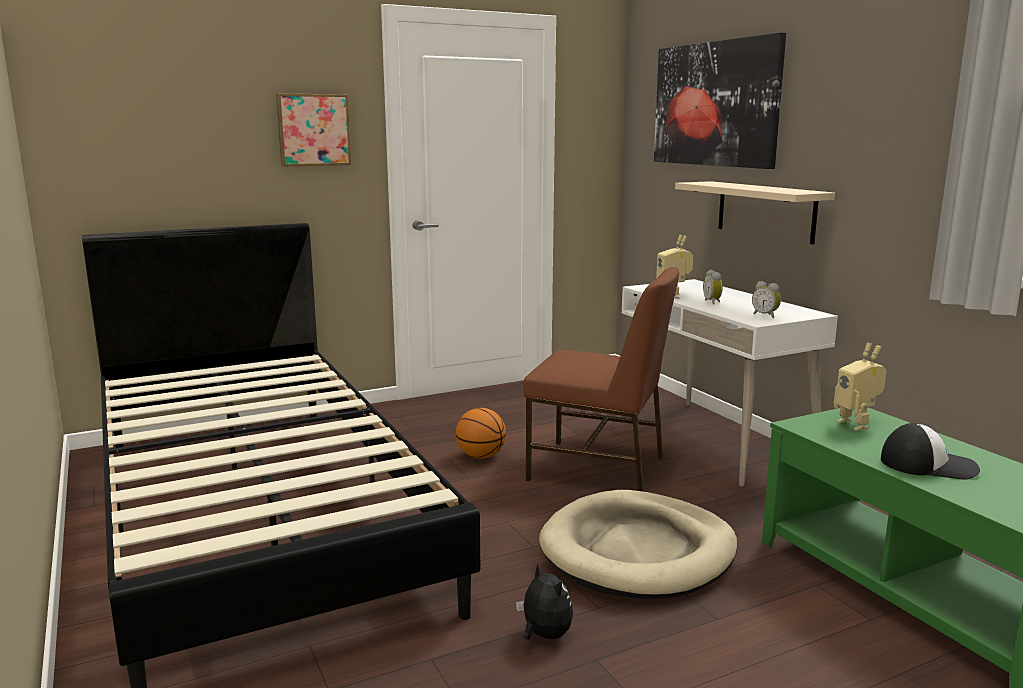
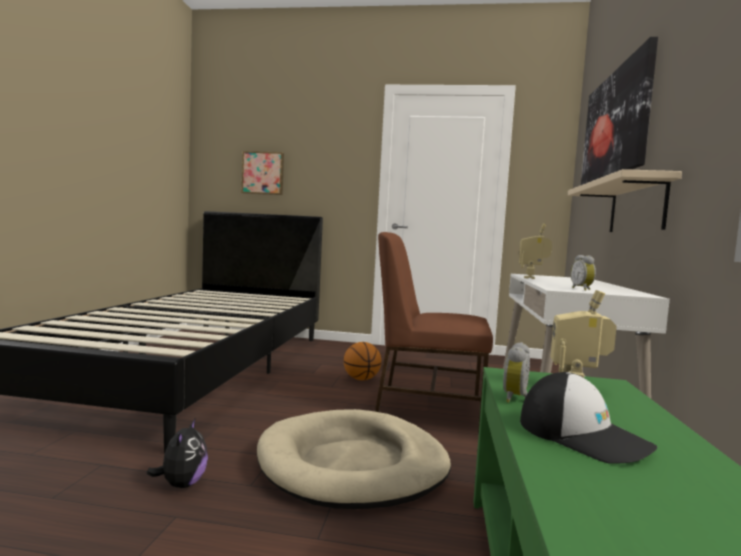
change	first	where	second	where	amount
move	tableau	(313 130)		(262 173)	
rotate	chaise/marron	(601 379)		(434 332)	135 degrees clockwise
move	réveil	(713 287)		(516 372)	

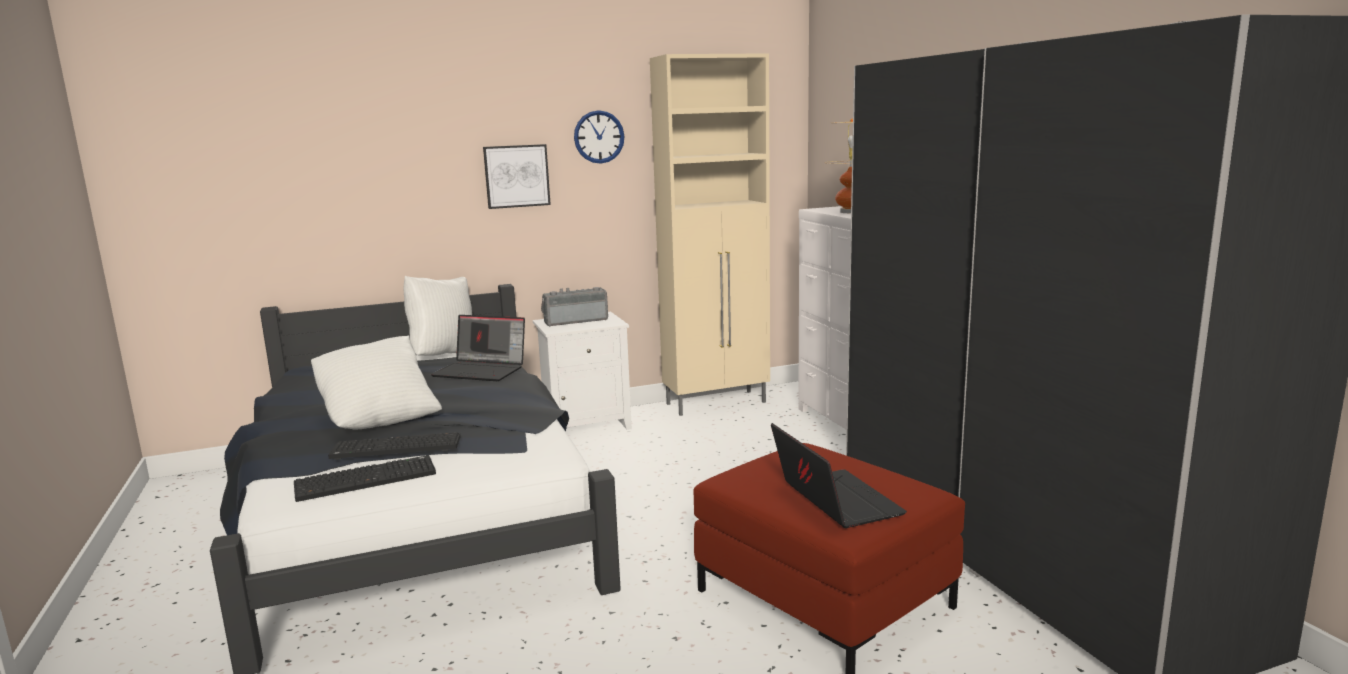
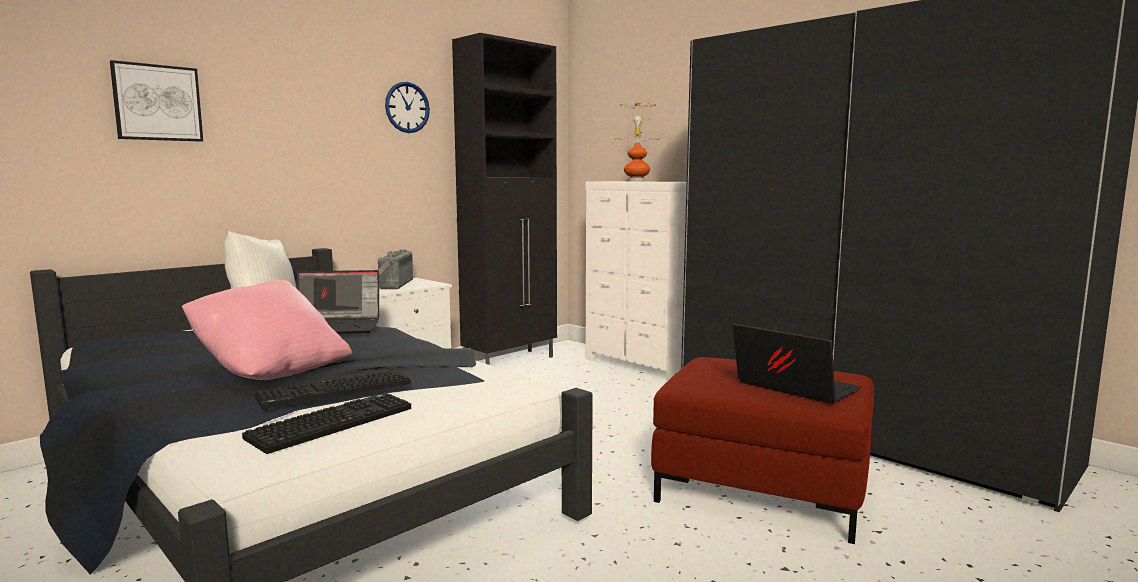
change	first	where	second	where	amount
move	tableau	(517 176)		(156 101)	
recolor	coussin/blanc	(376 382)	coussin/rose	(267 330)	
rotate	radio	(574 306)		(395 269)	45 degrees counterclockwise
recolor	meuble de rangement/beige	(710 234)	meuble de rangement/noir	(504 199)	

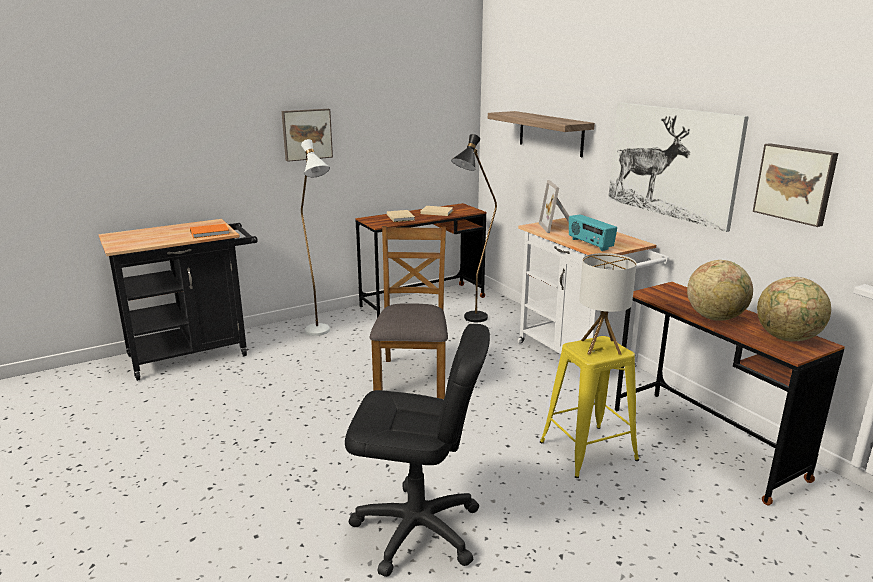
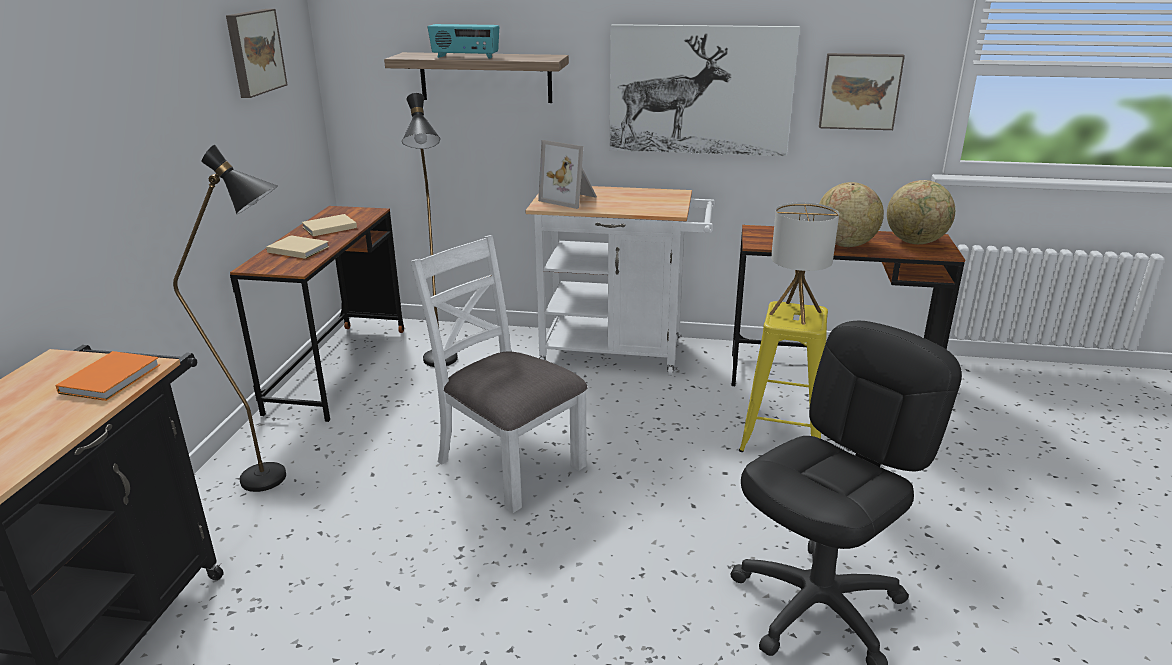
change	first	where	second	where	amount
recolor	lampadaire/blanc	(315 237)	lampadaire/noir	(229 318)	
move	tableau	(307 135)		(257 53)	
recolor	chaise/marron	(408 312)	chaise/blanc	(499 374)	
move	radio	(593 232)		(463 41)	

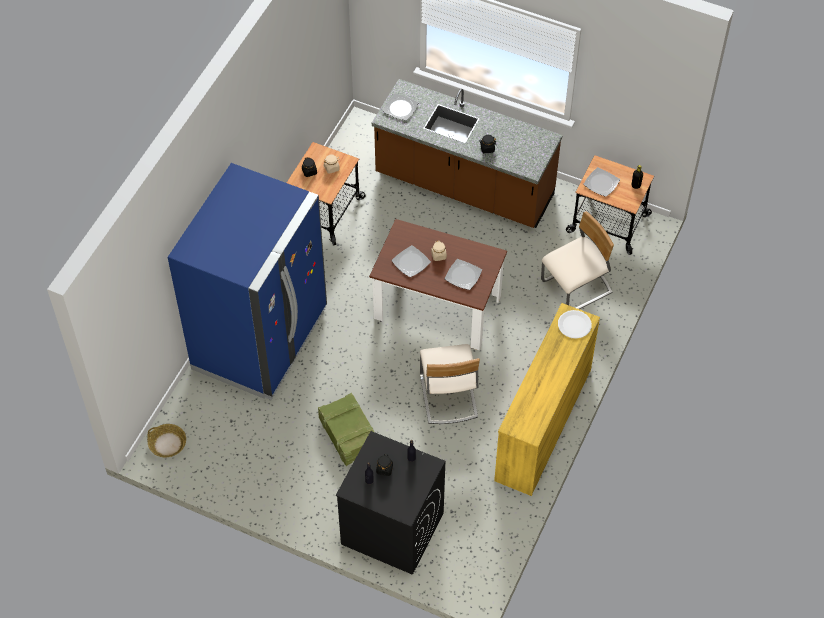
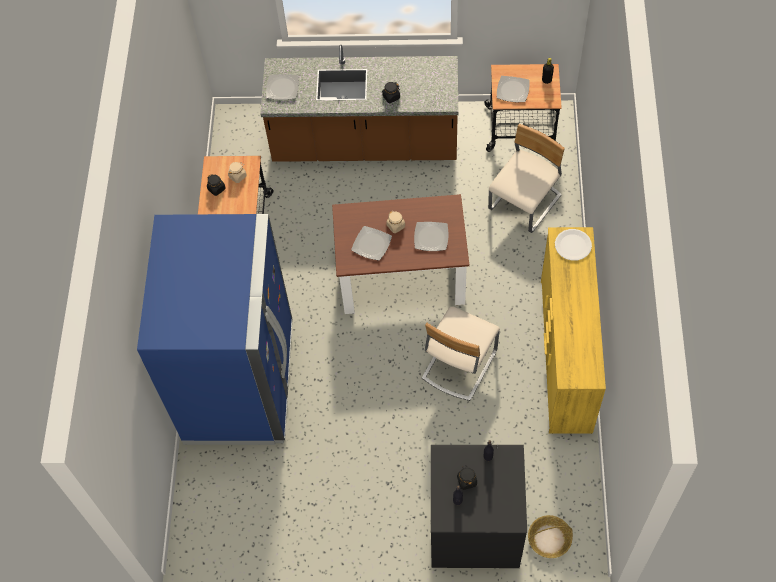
change	first	where	second	where	amount
rotate	chaise/beige	(450 384)		(461 353)	60 degrees clockwise
move	panier	(166 440)		(550 536)	
delete	caisse	(346 429)			

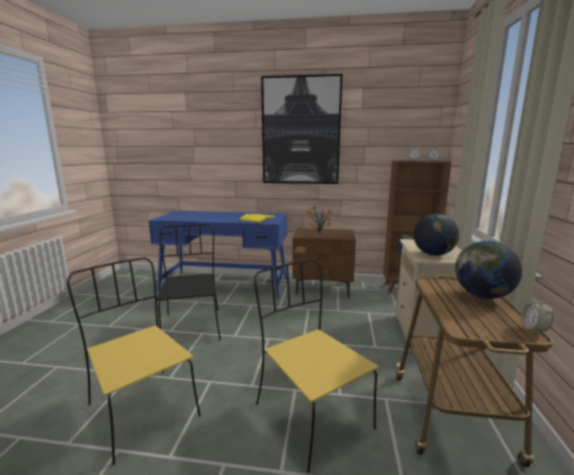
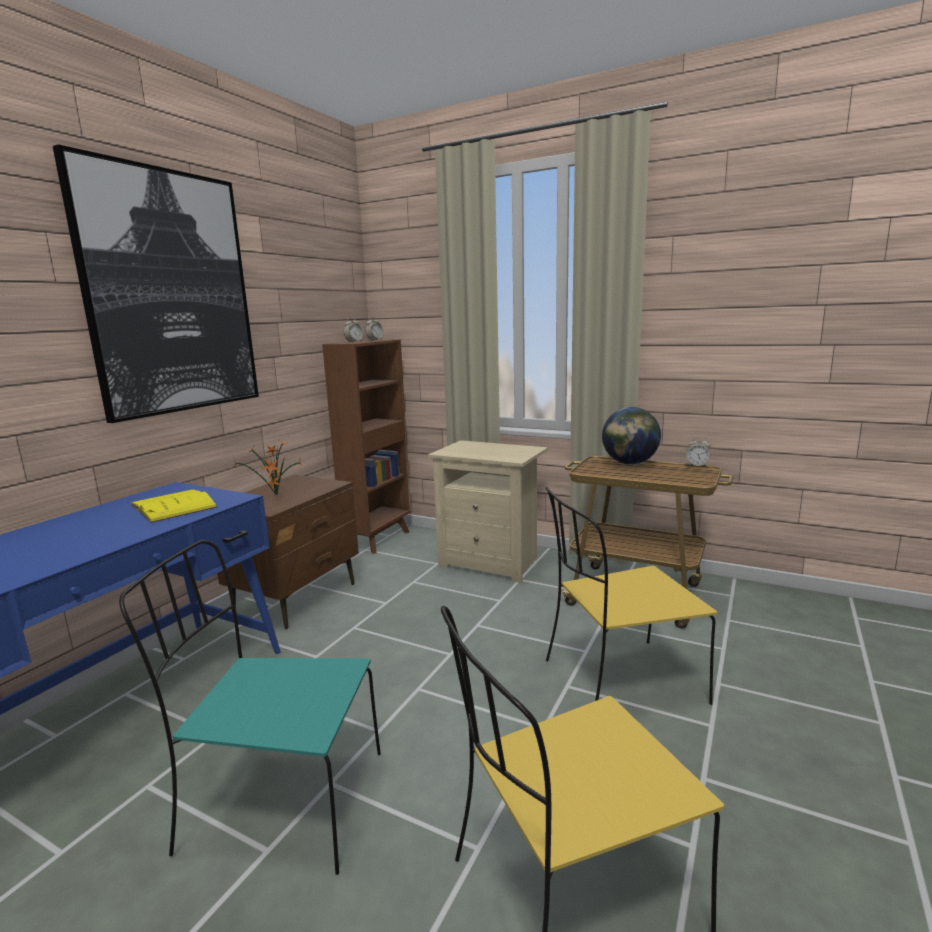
change	first	where	second	where	amount
recolor	chaise/noir	(189 282)	chaise/turquoise	(250 707)	
delete	globe	(436 235)			

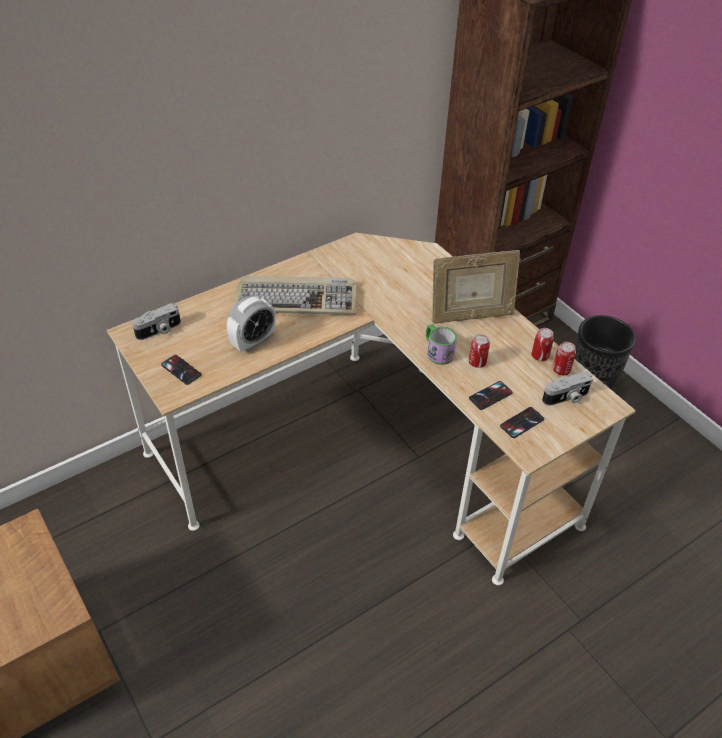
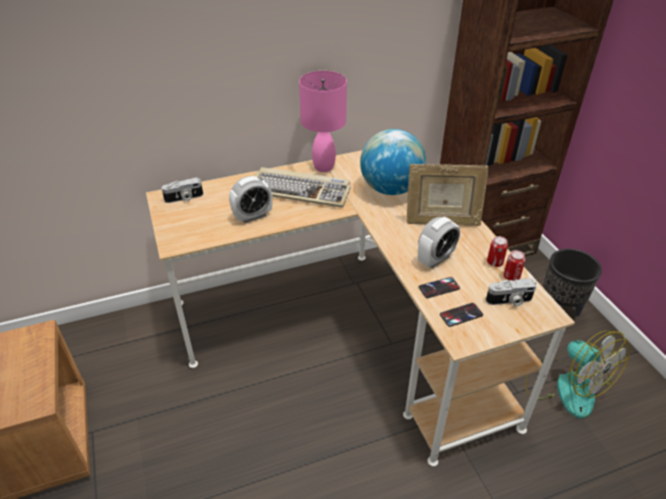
change	first	where	second	where	amount
insert			lampe de table/rose	(323 121)	
insert			globe	(393 162)	
replace	boîte métallique	(479 351)	réveil	(439 242)	
insert			ventilateur	(577 375)	
delete	téléphone	(181 370)			
delete	mug	(441 344)			

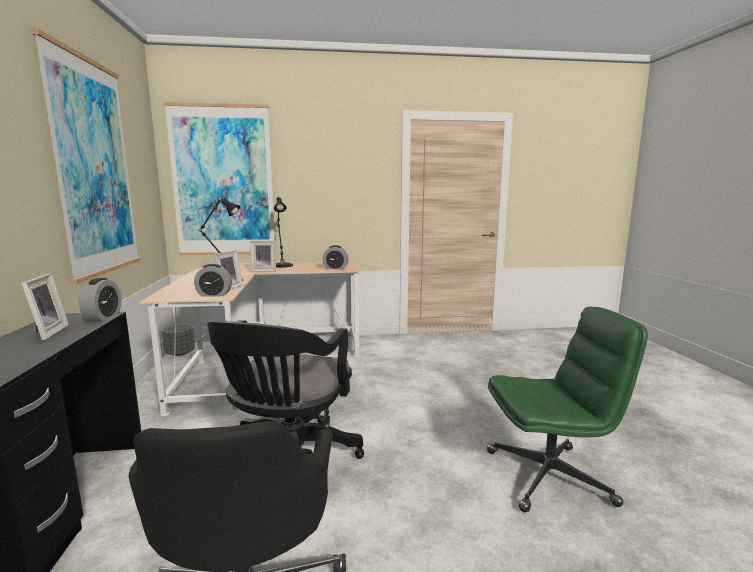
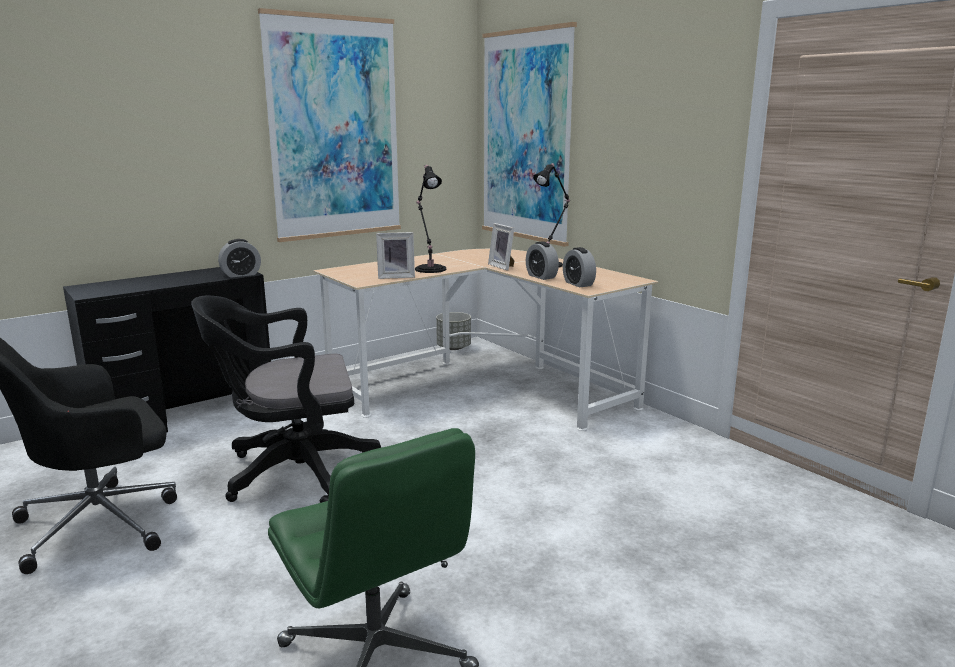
change	first	where	second	where	amount
move	réveil	(213 280)		(542 260)	
delete	cadre photo	(45 306)			

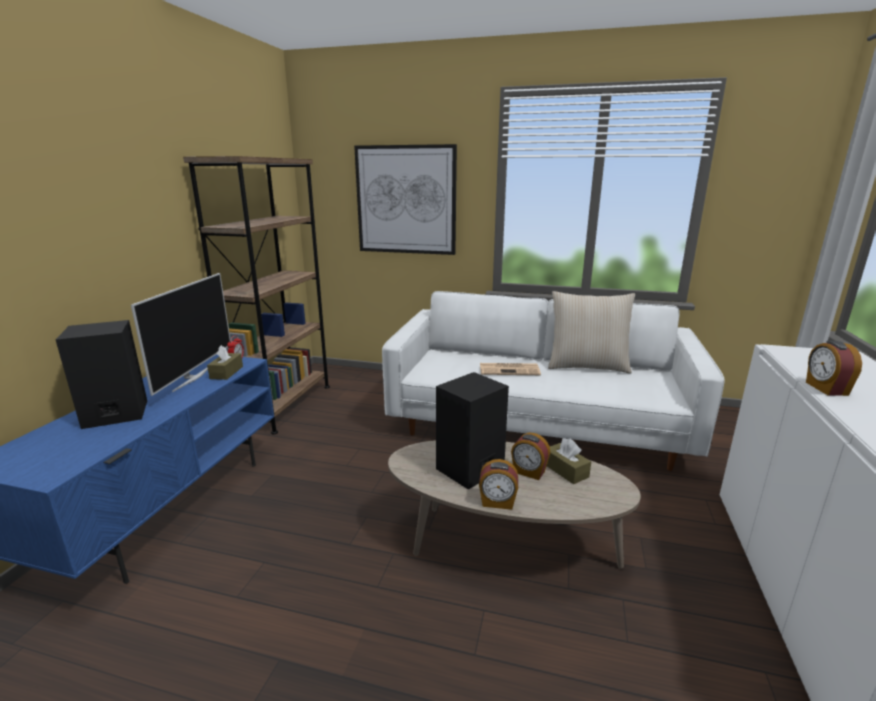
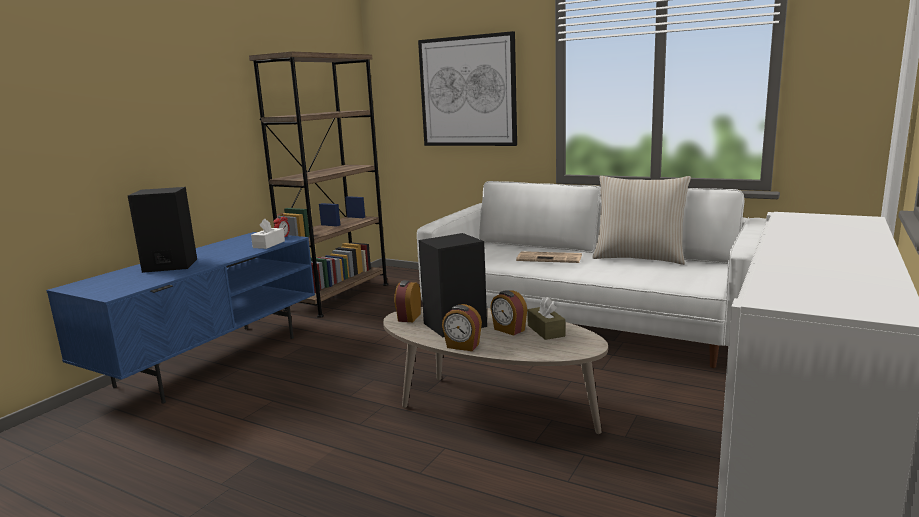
change	first	where	second	where	amount
recolor	boîte à mouchoirs/marron	(225 362)	boîte à mouchoirs/blanc	(268 234)	
move	réveil	(834 368)		(407 301)	
delete	téléviseur	(181 334)			

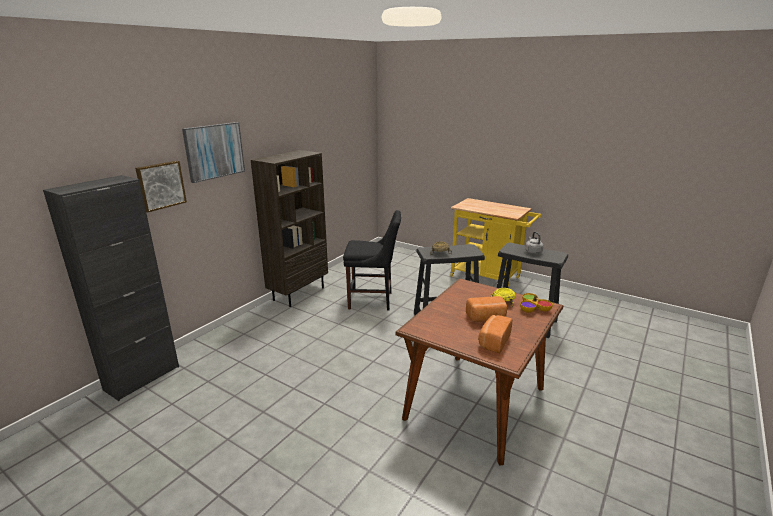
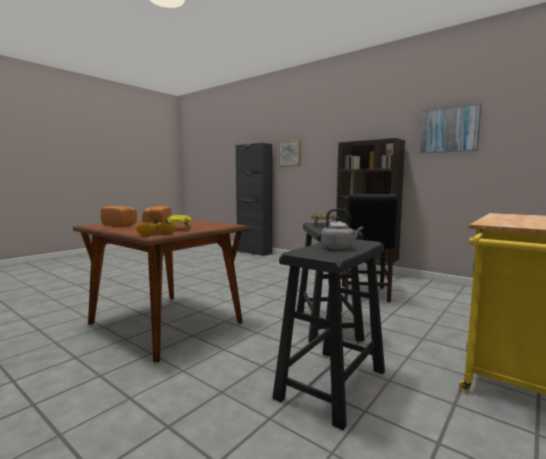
change	first	where	second	where	amount
move	tableau	(213 152)		(450 128)	

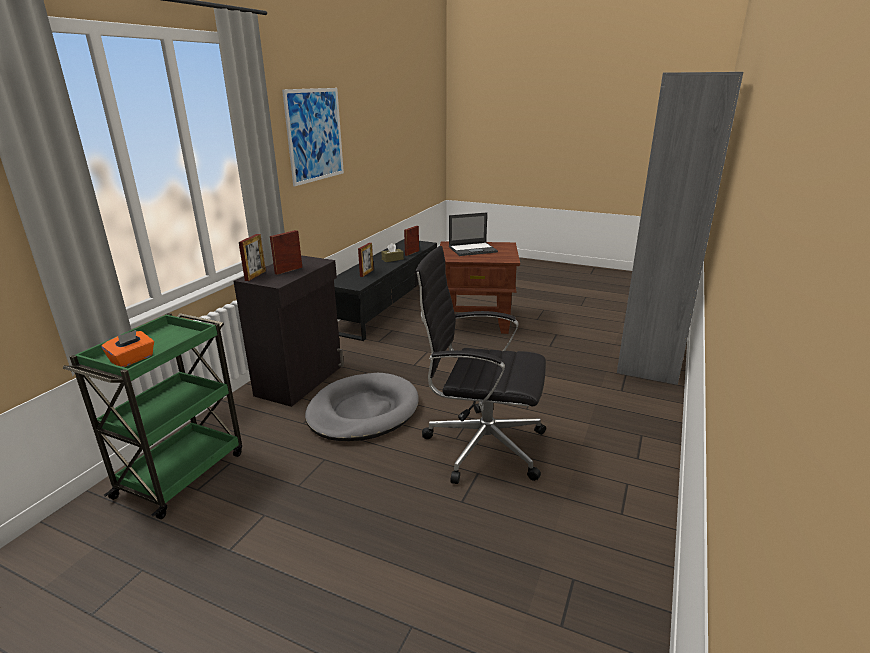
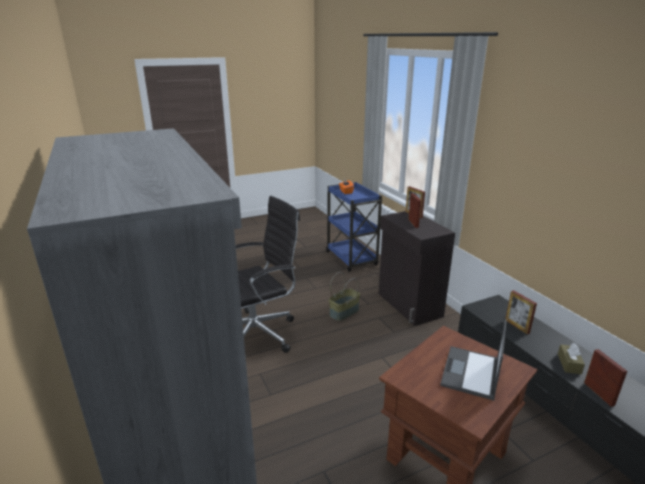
change	first	where	second	where	amount
recolor	chariot/vert	(152 416)	chariot/bleu	(354 227)	
replace	panier pour chien/gris	(362 407)	panier	(344 296)	
delete	tableau	(313 137)			

